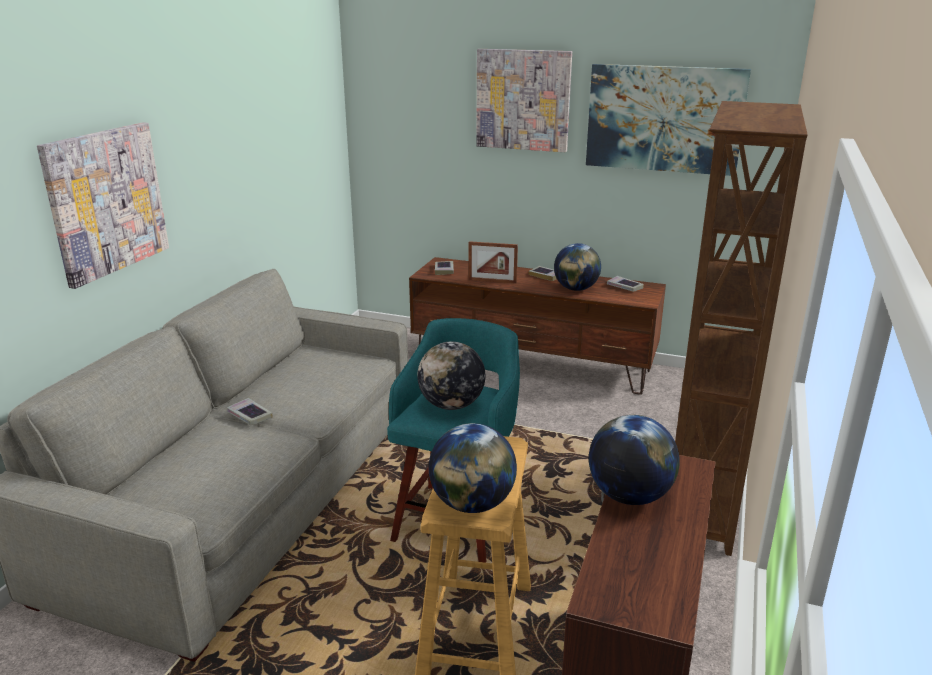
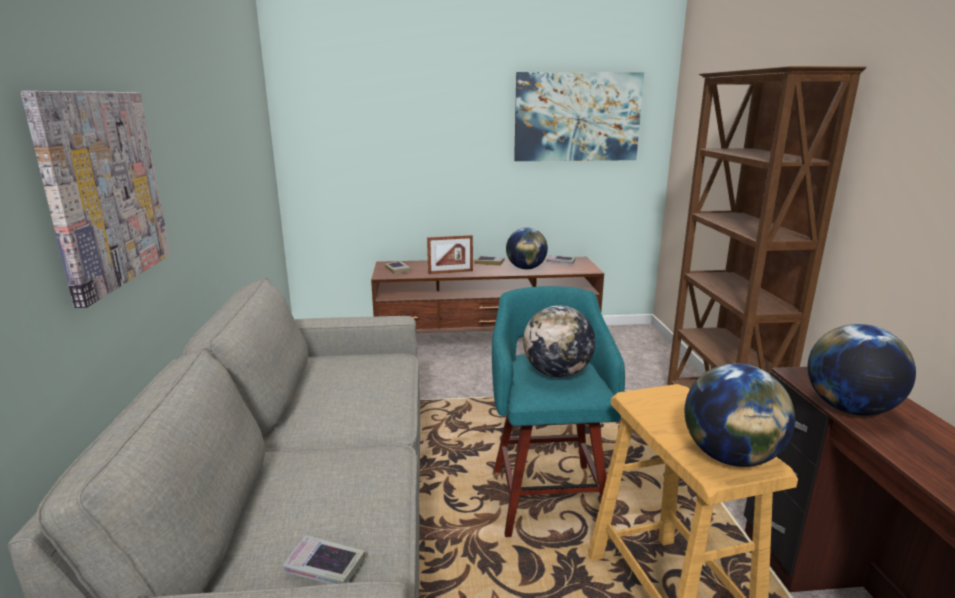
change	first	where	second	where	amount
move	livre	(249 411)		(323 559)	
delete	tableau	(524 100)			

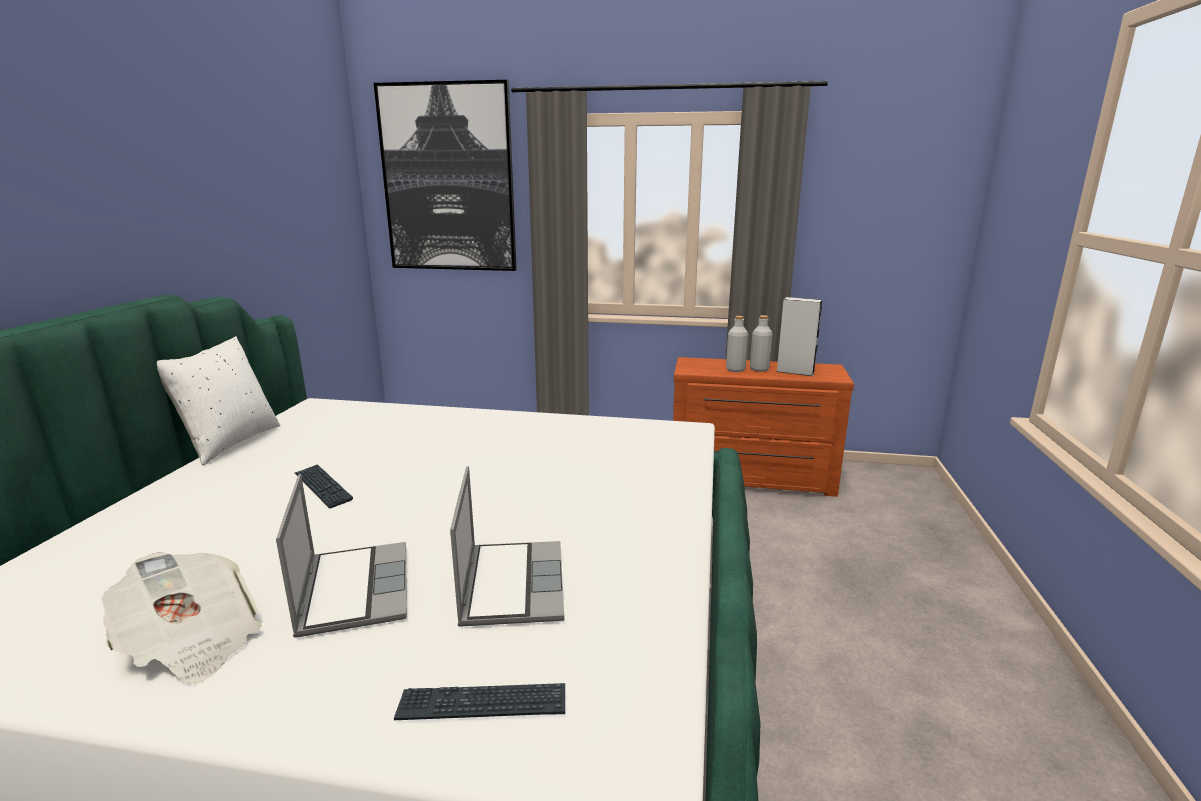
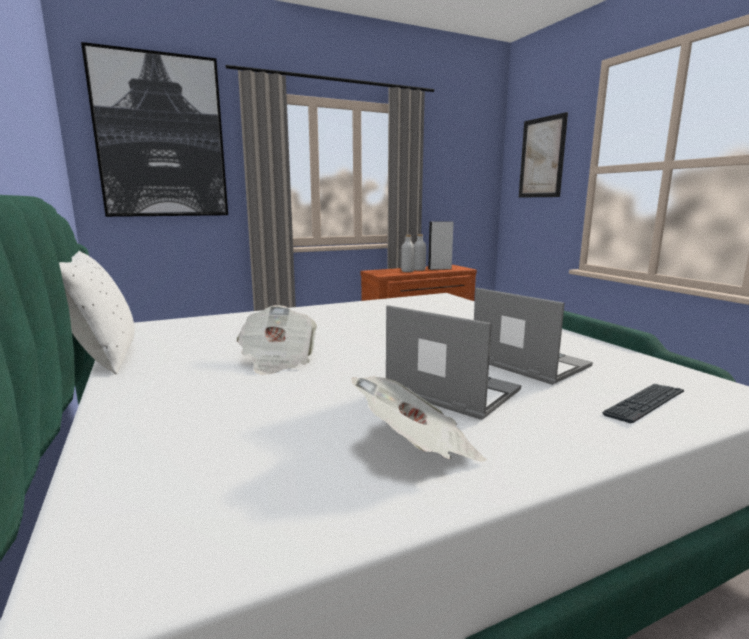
change	first	where	second	where	amount
replace	clavier	(324 486)	journal	(277 340)	
insert			tableau	(543 155)	

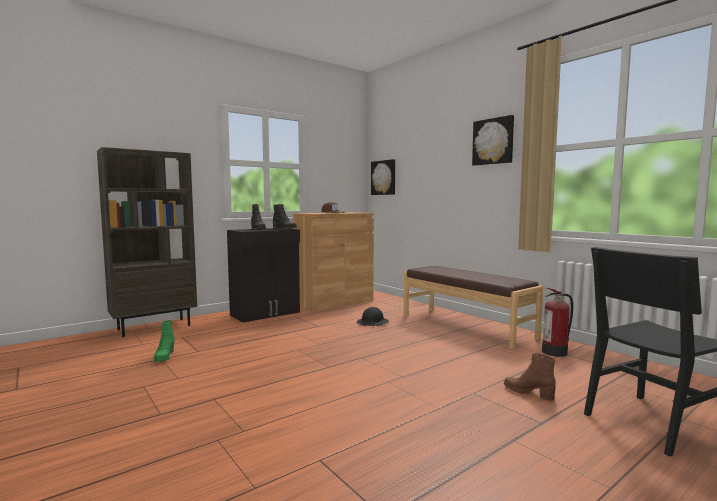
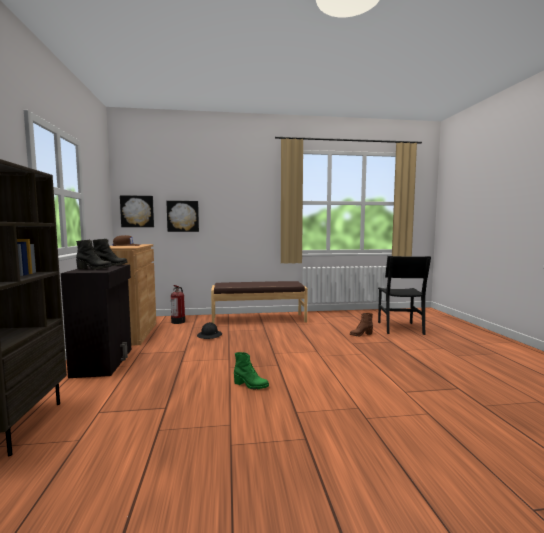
change	first	where	second	where	amount
move	tableau	(493 140)		(182 216)	
move	extincteur	(557 322)		(178 304)	
move	botte/vert	(164 341)		(251 371)	

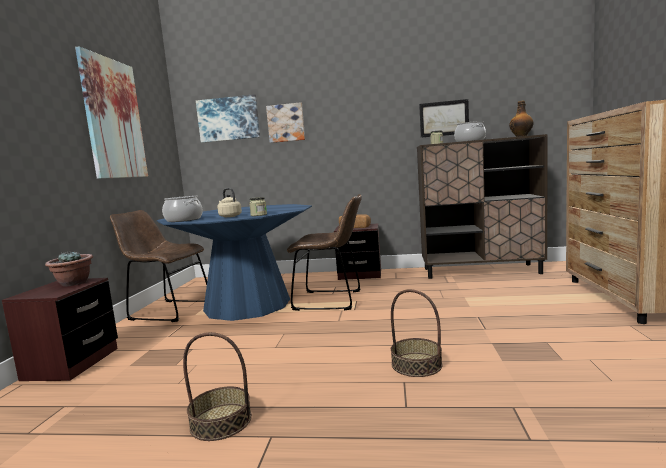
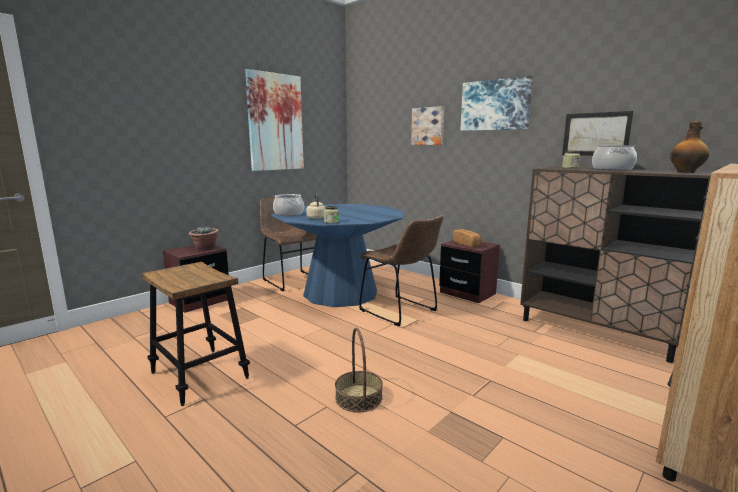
change	first	where	second	where	amount
replace	panier	(217 386)	tabouret	(196 334)	
move	tableau	(228 118)		(496 103)	

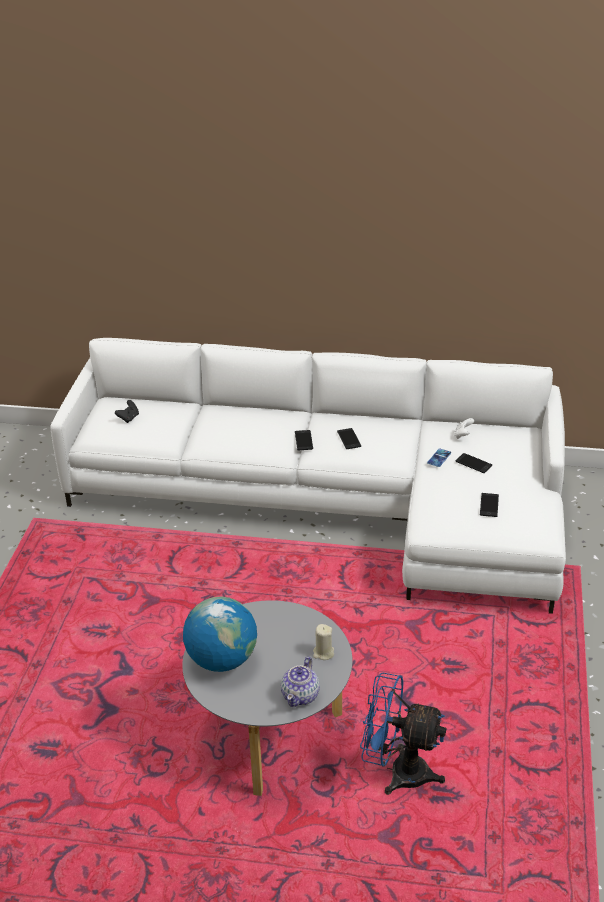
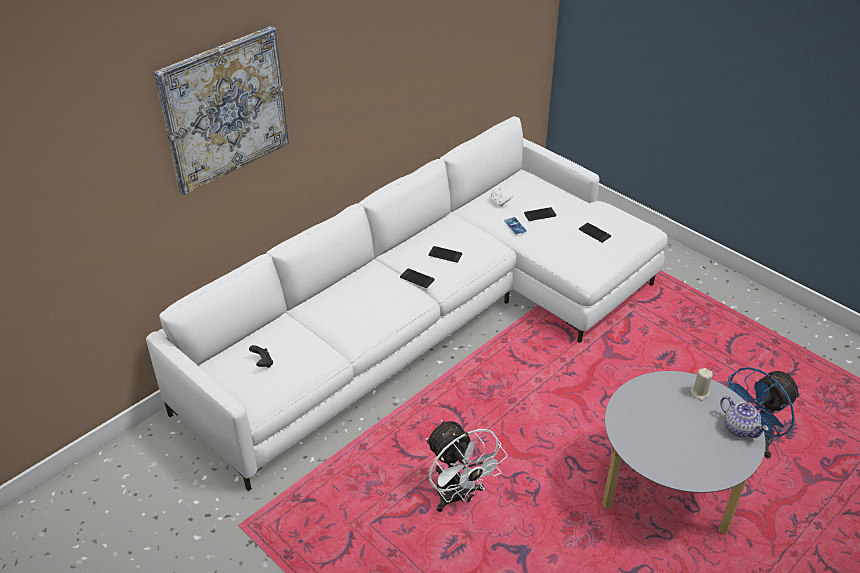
change	first	where	second	where	amount
insert			tableau	(221 110)	
insert			ventilateur/blanc	(467 466)	
delete	globe	(220 634)			

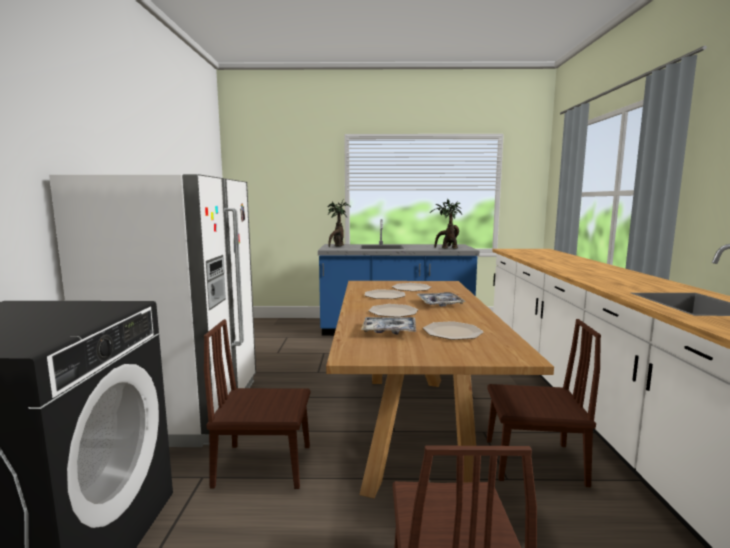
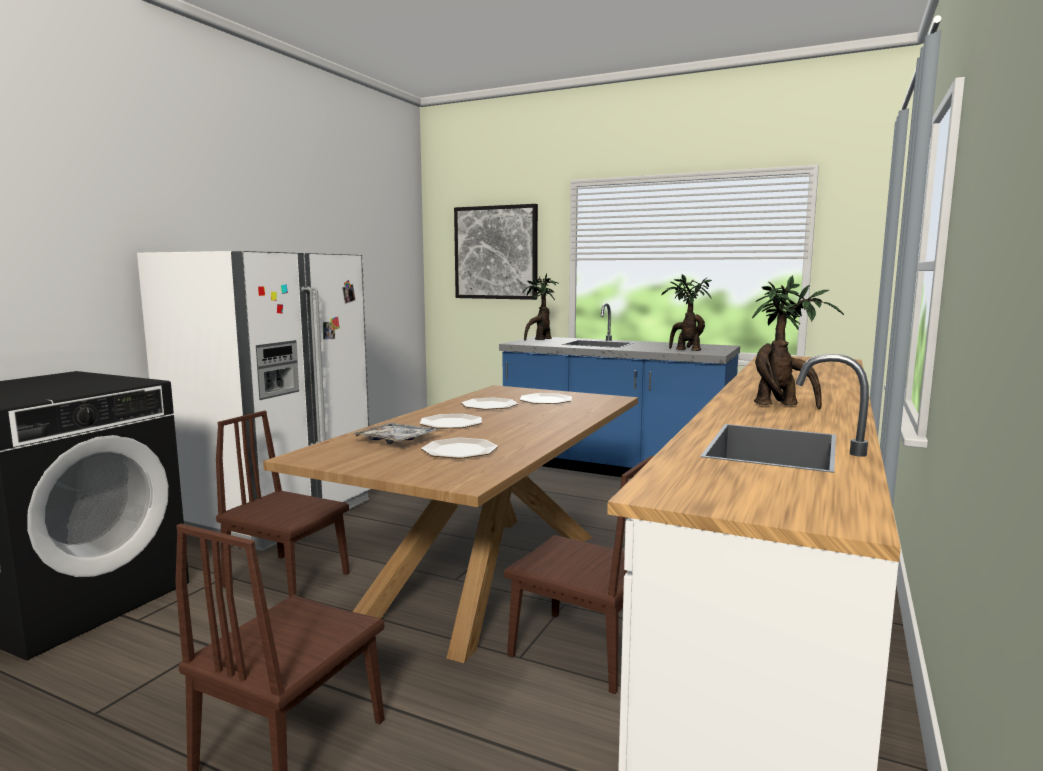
change	first	where	second	where	amount
insert			tableau	(496 252)	
insert			plante en pot	(798 342)	
delete	plateau	(441 299)			

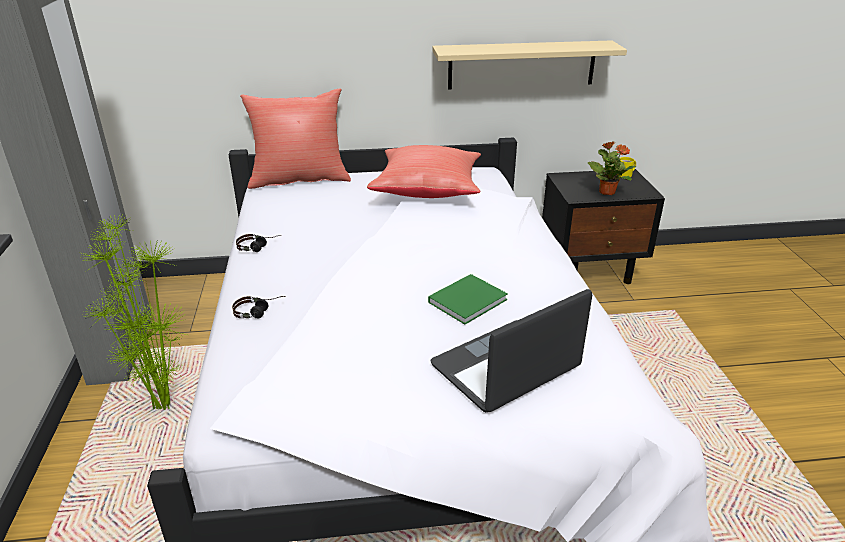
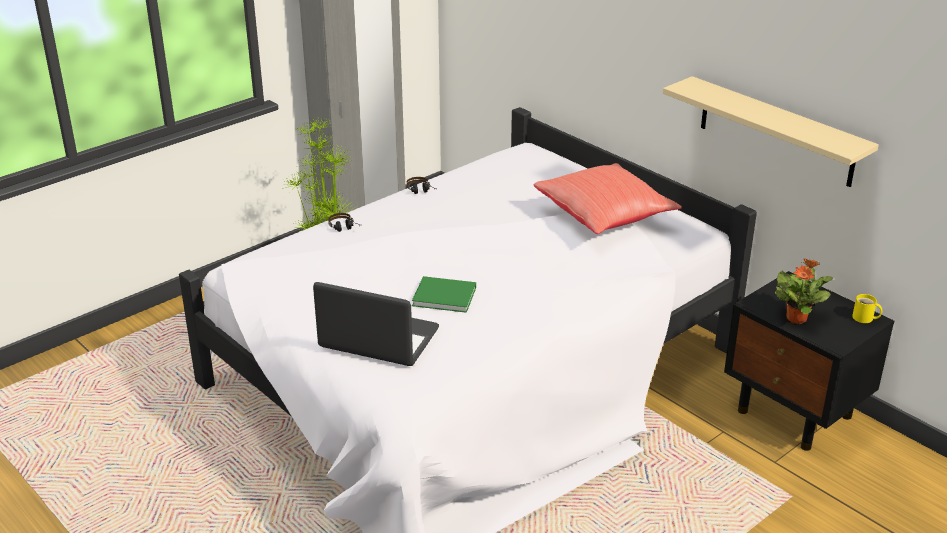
change	first	where	second	where	amount
delete	coussin/rouge	(295 138)			

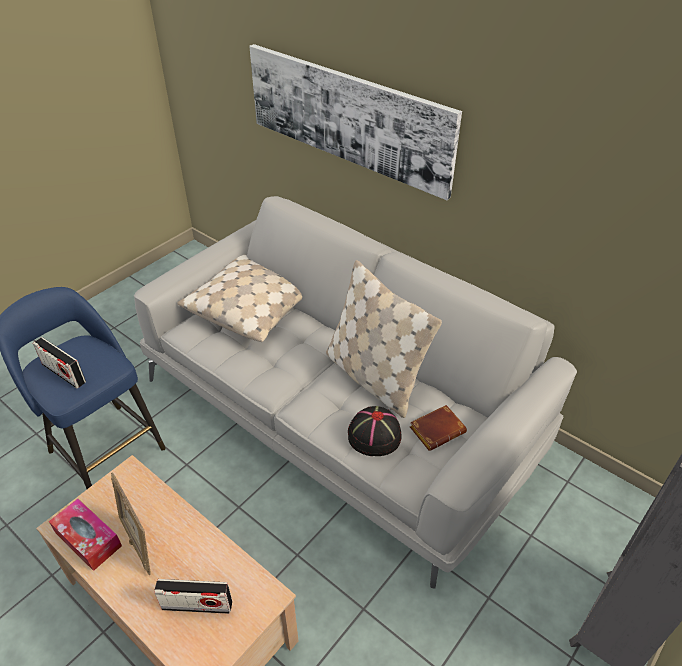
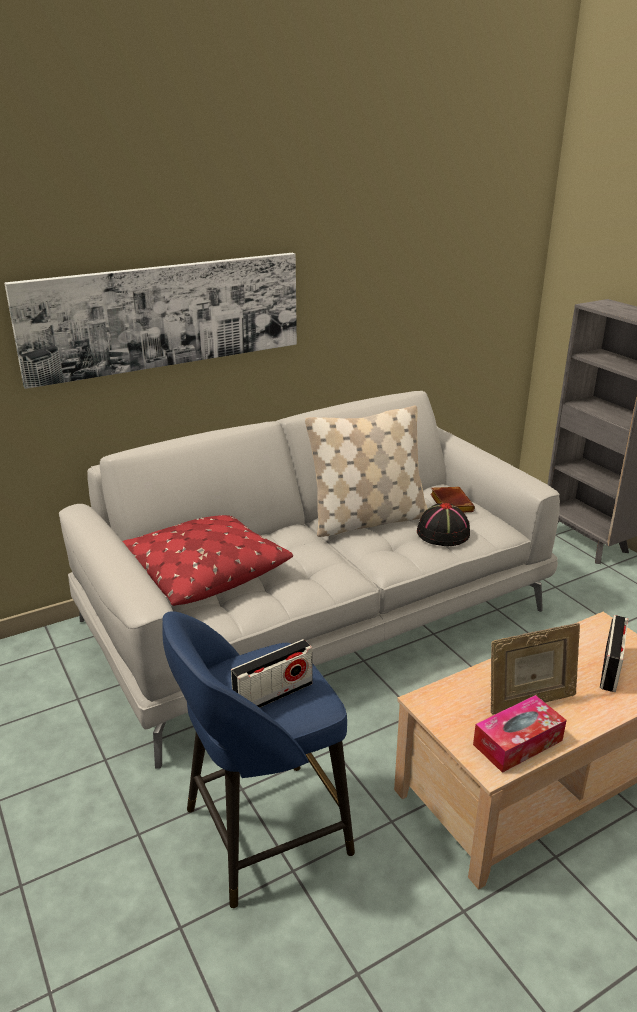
change	first	where	second	where	amount
recolor	coussin/beige	(239 298)	coussin/rouge	(208 560)	

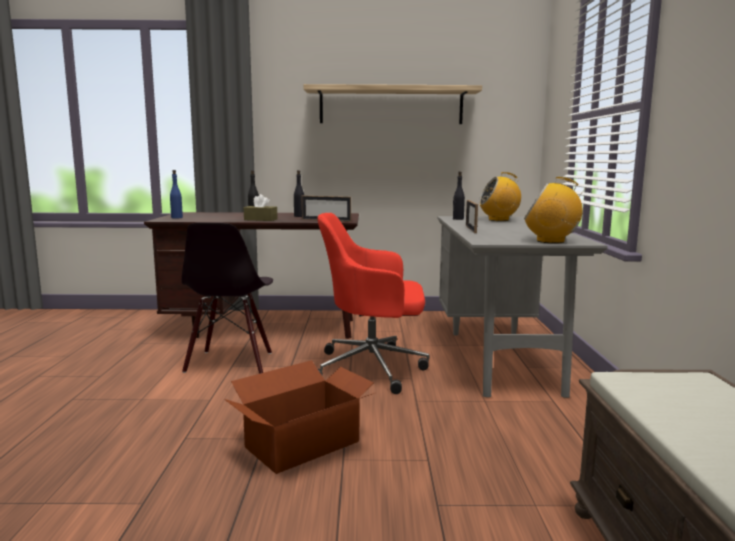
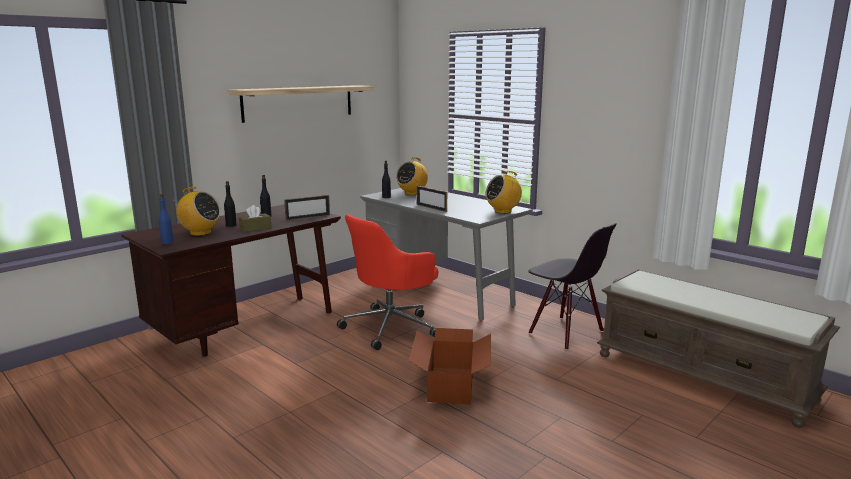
change	first	where	second	where	amount
insert			radio	(196 211)	
move	chaise/noir	(227 298)		(572 286)	

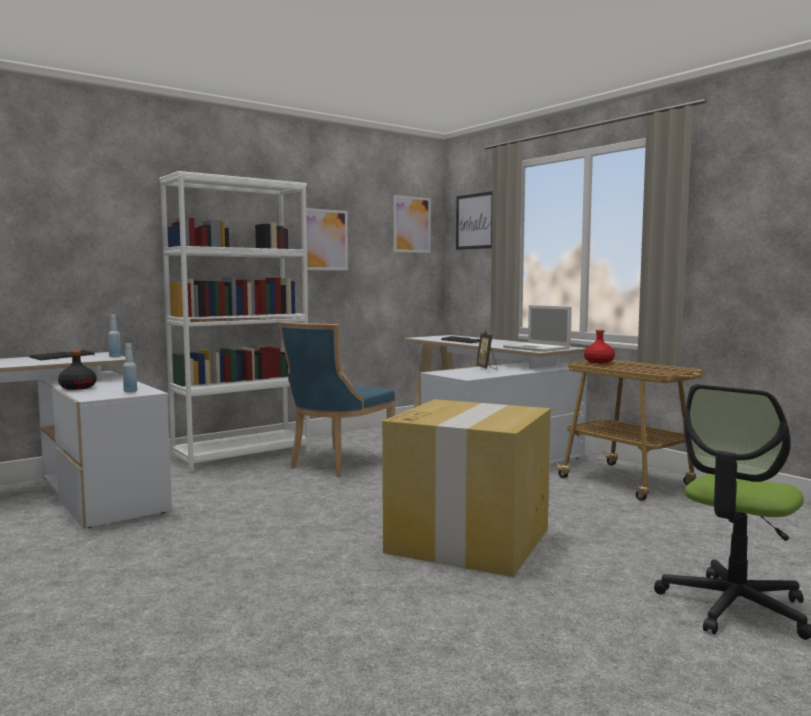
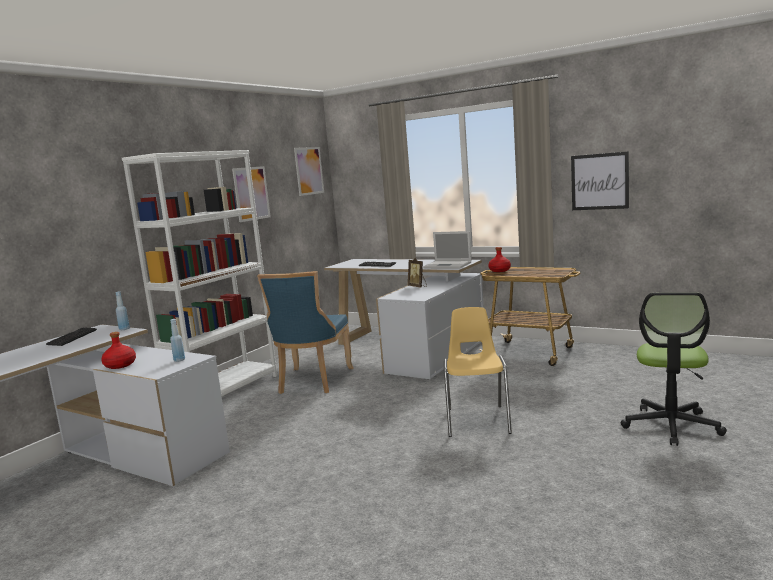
change	first	where	second	where	amount
recolor	bouteille/noir	(77 370)	bouteille/rouge	(118 350)	
replace	carton	(466 488)	chaise/jaune	(478 372)	
move	tableau	(474 220)		(600 180)	

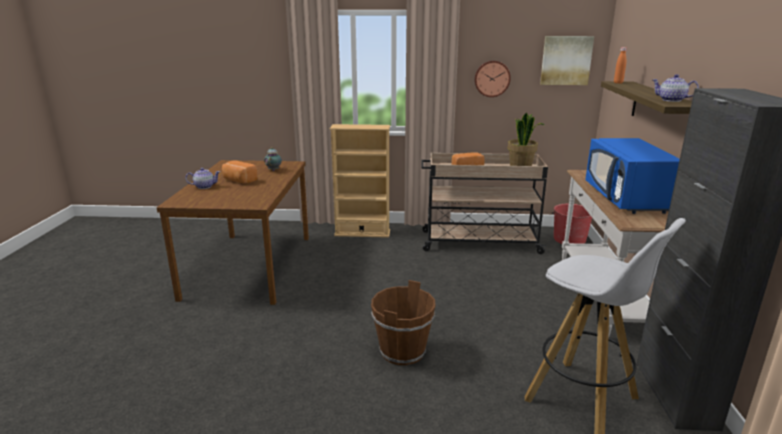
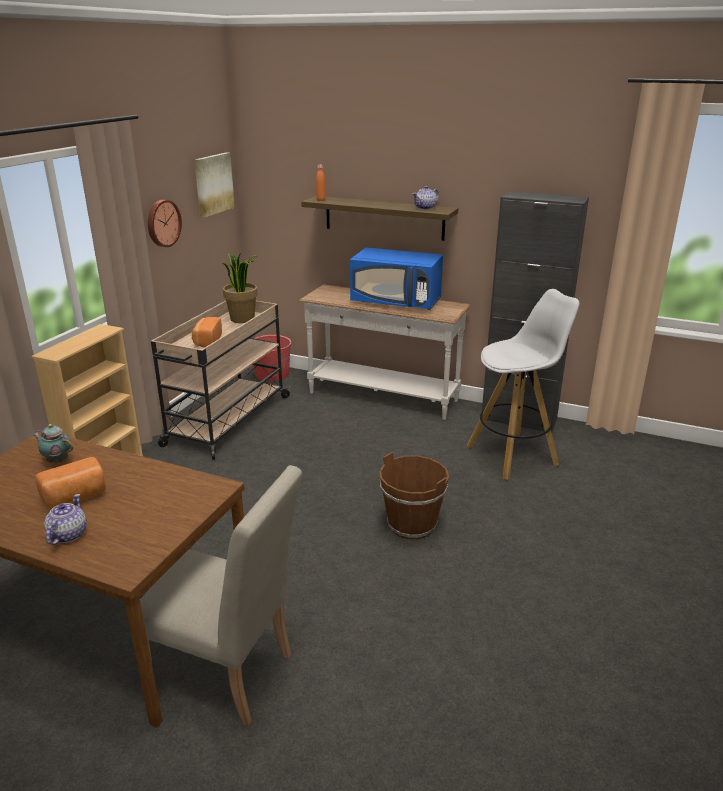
change	first	where	second	where	amount
insert			chaise/beige	(221 596)	

